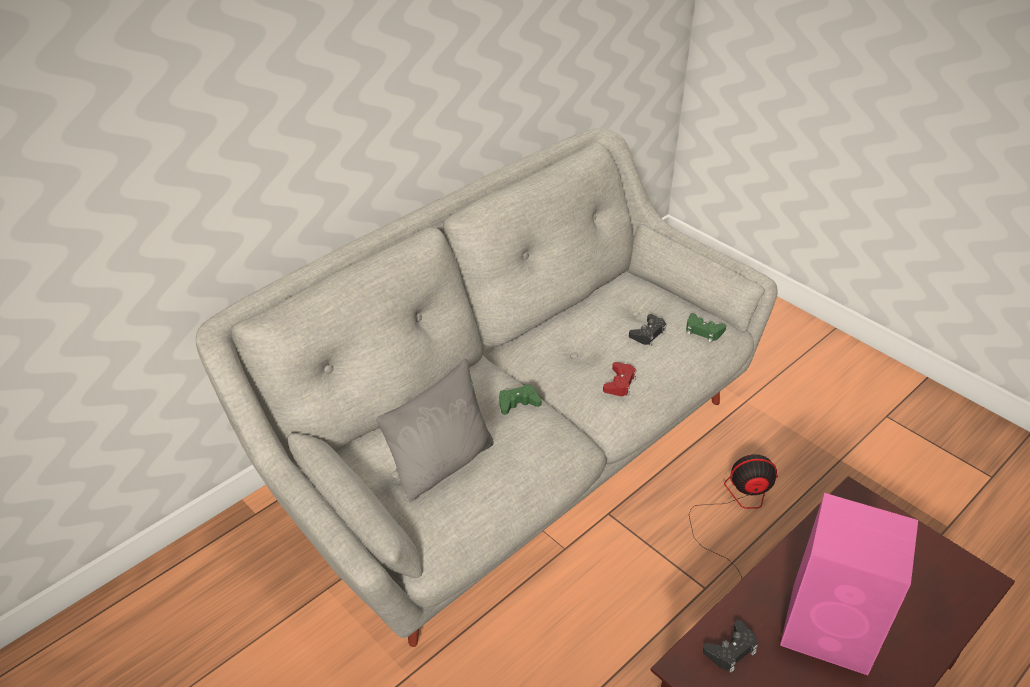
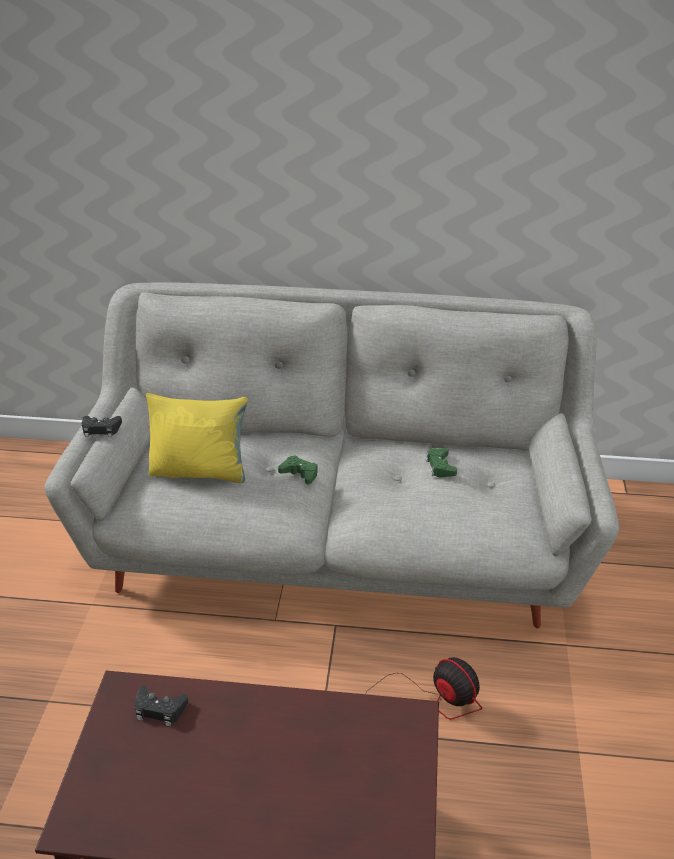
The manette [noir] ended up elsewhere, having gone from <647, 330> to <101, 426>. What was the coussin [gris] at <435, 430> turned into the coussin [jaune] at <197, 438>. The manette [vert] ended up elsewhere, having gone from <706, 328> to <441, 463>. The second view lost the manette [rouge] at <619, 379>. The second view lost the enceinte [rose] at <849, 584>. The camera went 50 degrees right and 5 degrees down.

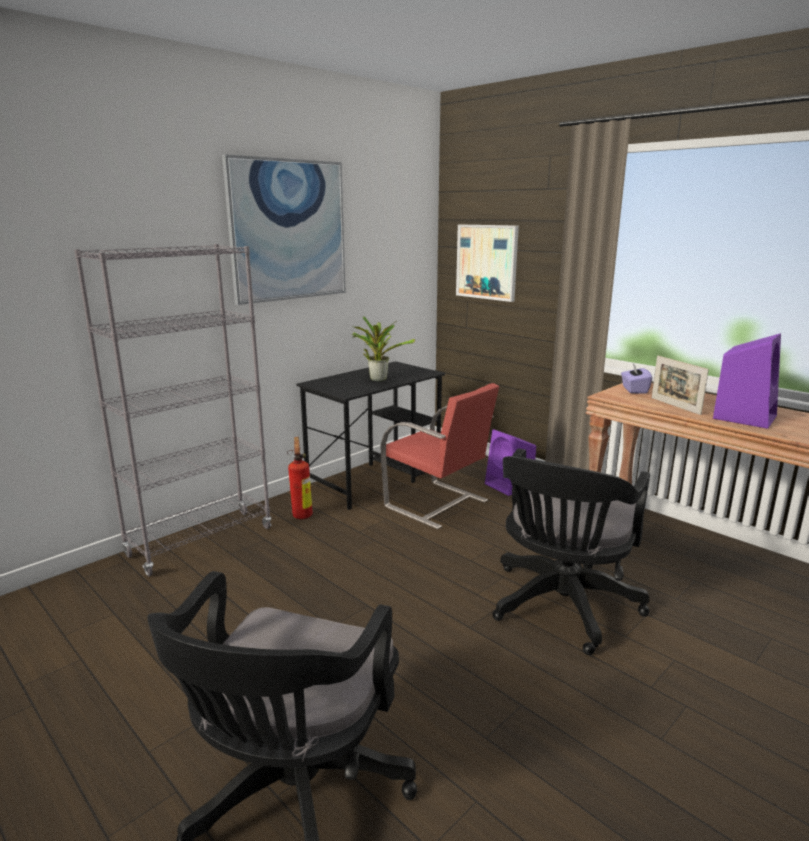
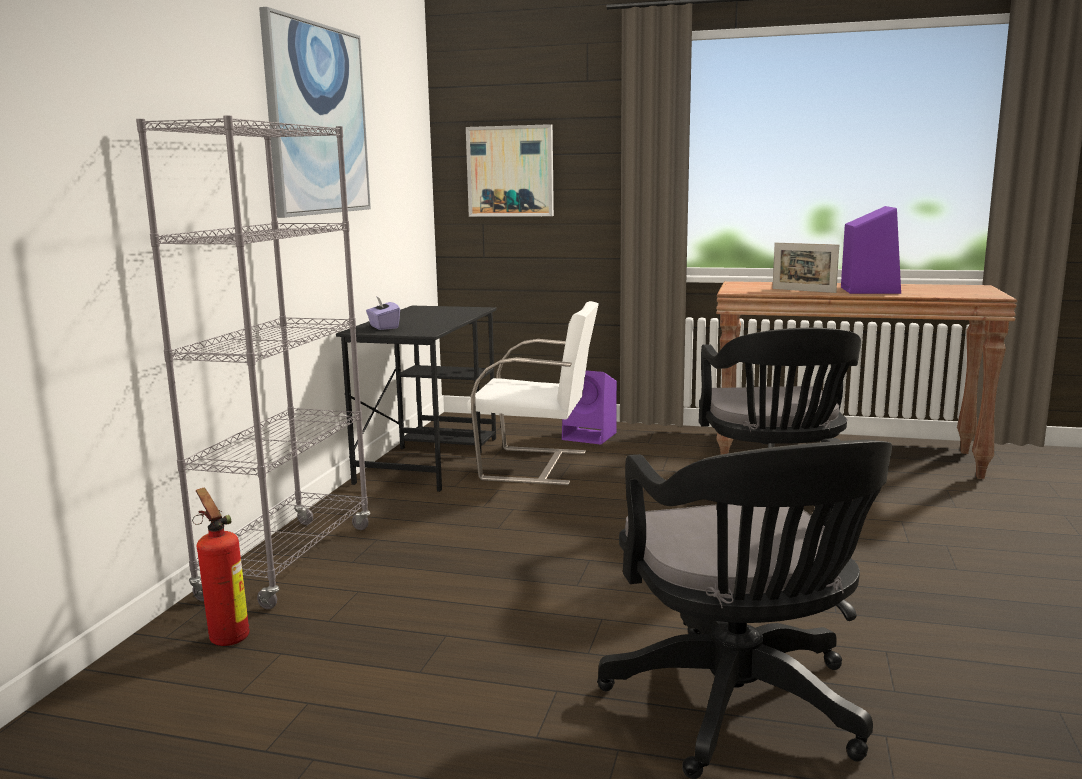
The extincteur ended up elsewhere, having gone from <300, 478> to <221, 566>. The boîte à mouchoirs [violet] ended up elsewhere, having gone from <637, 378> to <383, 313>. What was the chaise [rouge] at <440, 456> turned into the chaise [blanc] at <533, 393>. The second view lost the plante en pot at <383, 348>. The camera went 30 degrees left and 5 degrees down.

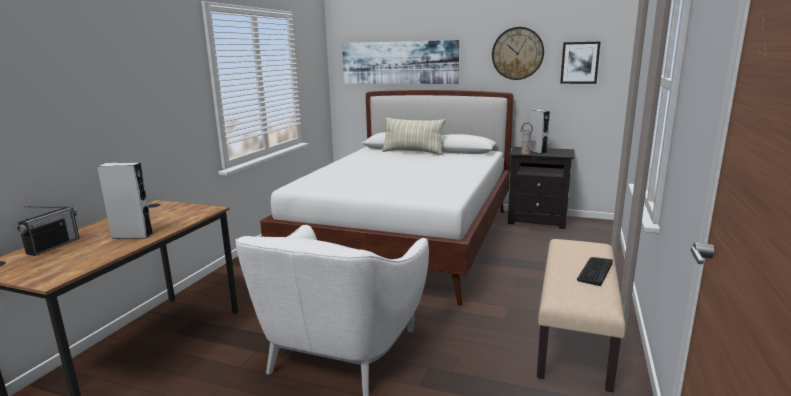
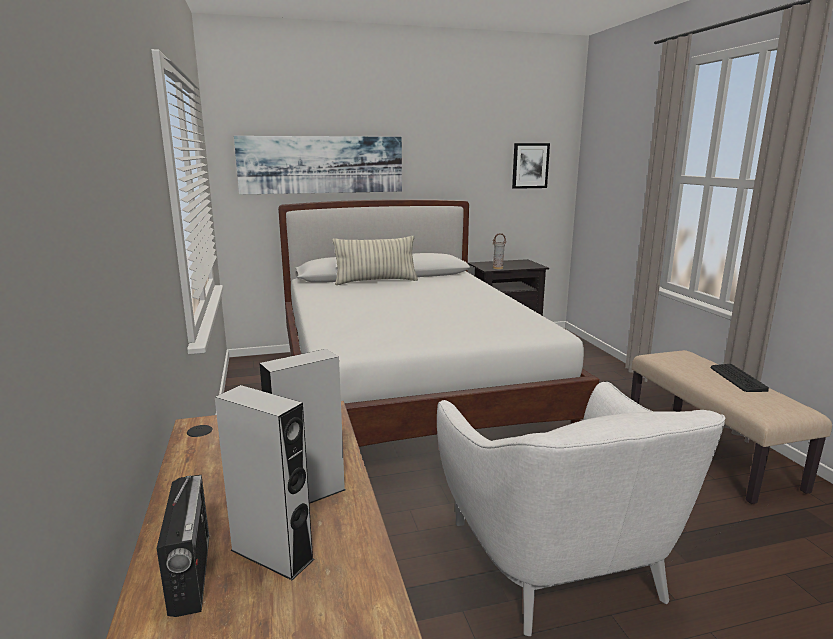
The enceinte [gris] ended up elsewhere, having gone from <539, 131> to <265, 482>. The second view lost the horloge murale at <518, 53>. The camera went 35 degrees left and 0 degrees up.

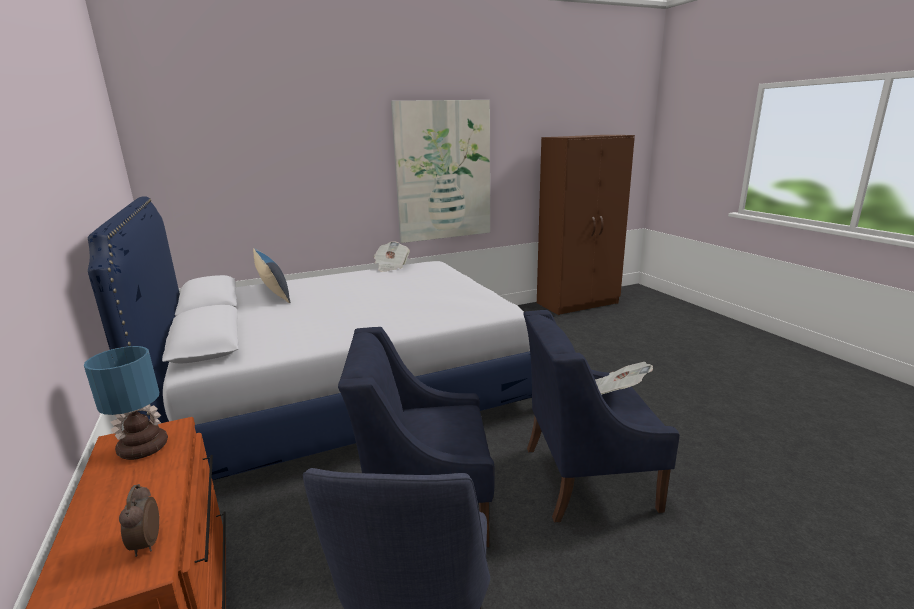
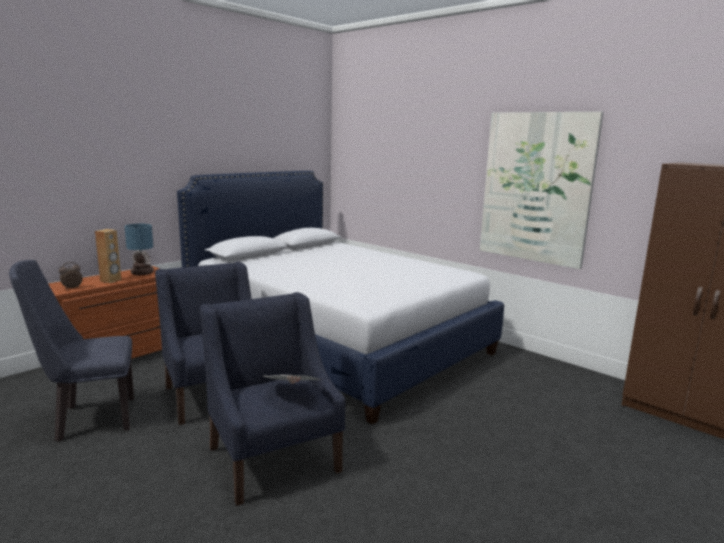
The second view gained the enceinte [marron] at <108, 256>. The second view lost the coussin at <271, 275>. The second view lost the journal at <391, 256>. The camera went 65 degrees right and 5 degrees down.

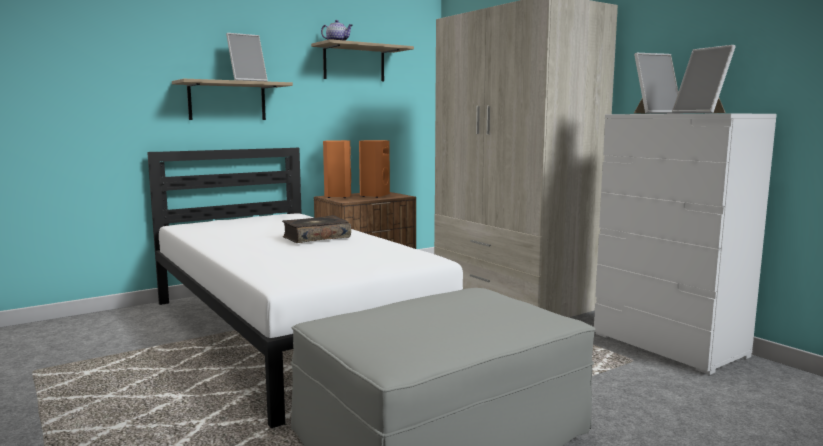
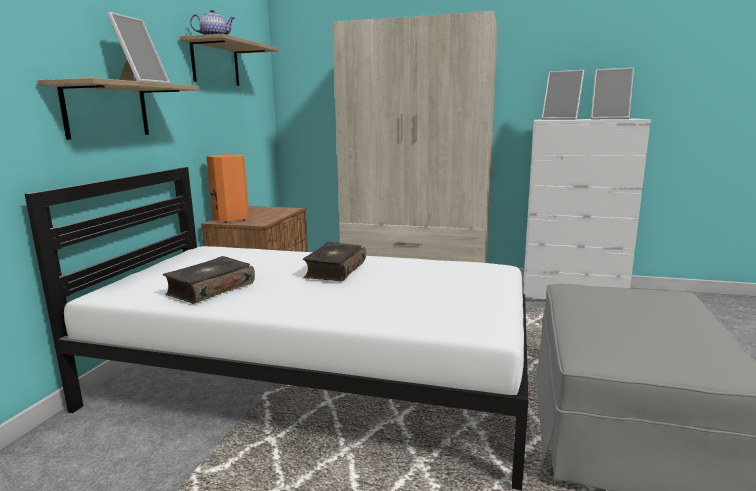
The second view gained the livre at <209, 280>. The cadre photo at <657, 83> ended up facing another way, 90 degrees clockwise from before. The second view lost the enceinte [orange] at <374, 169>. The camera went 40 degrees left and 5 degrees up.

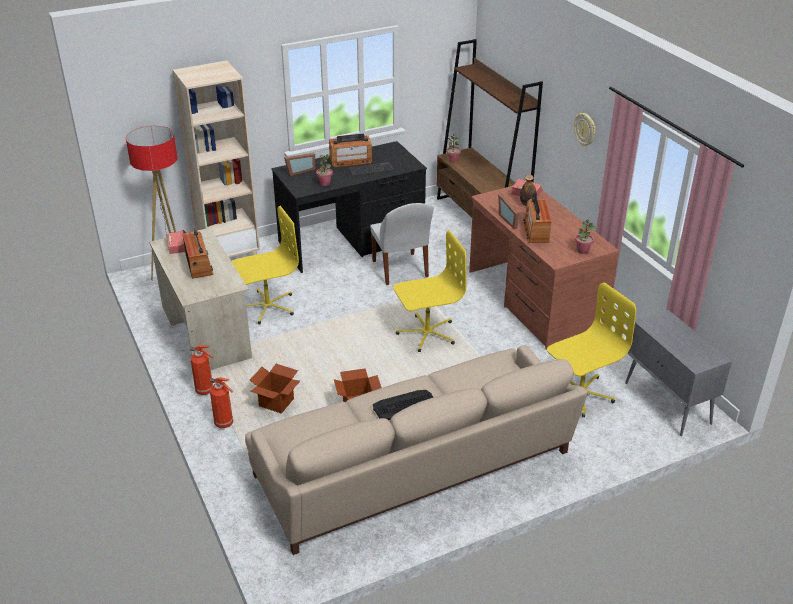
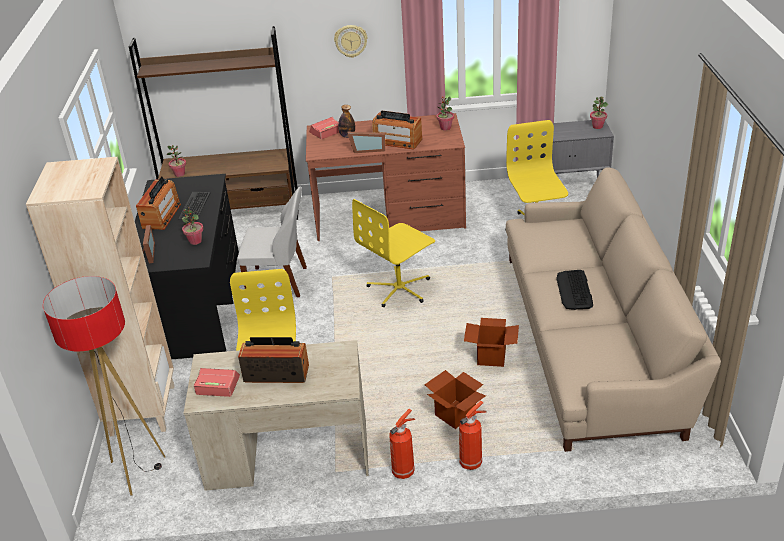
The chaise de bureau [jaune] at <429, 291> ended up facing another way, 135 degrees counterclockwise from before. The second view gained the plante en pot at <599, 112>. The camera went 65 degrees left and 0 degrees up.

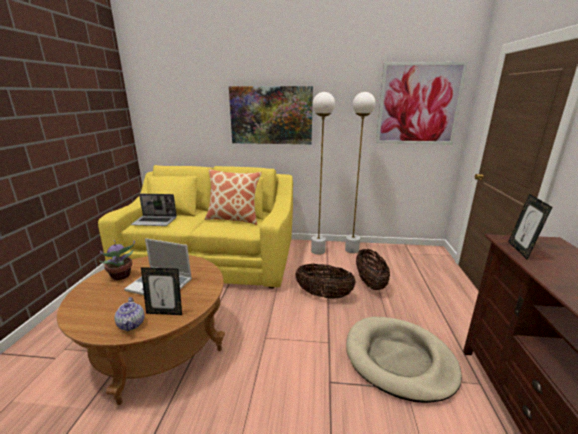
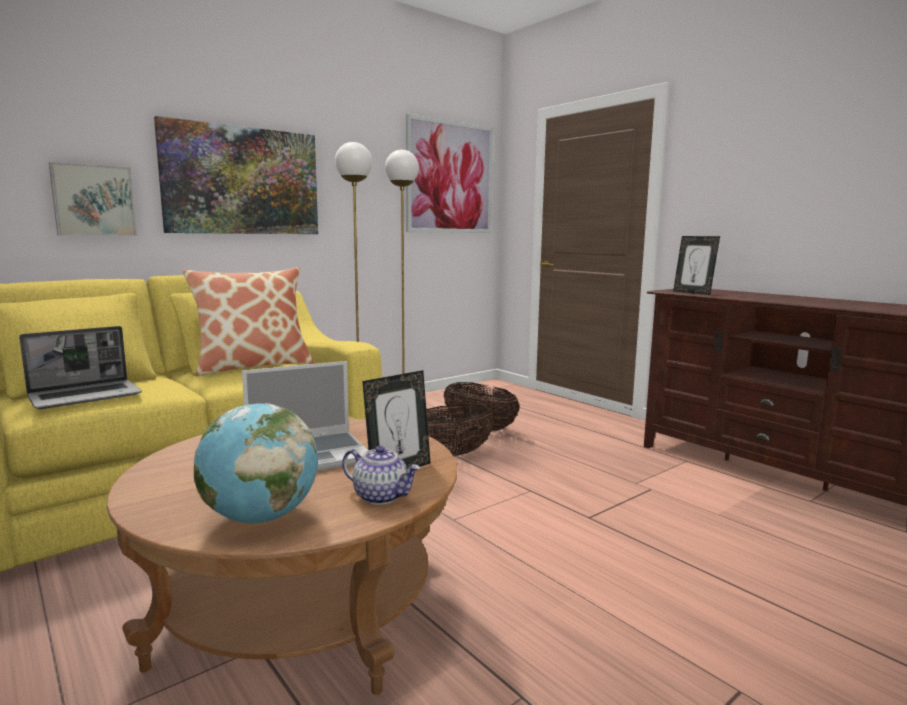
The second view gained the tableau at <93, 199>. The second view gained the globe at <256, 463>. The second view lost the plante en pot at <117, 260>. The second view lost the panier pour chien [beige] at <404, 360>. The camera went 45 degrees left and 10 degrees down.

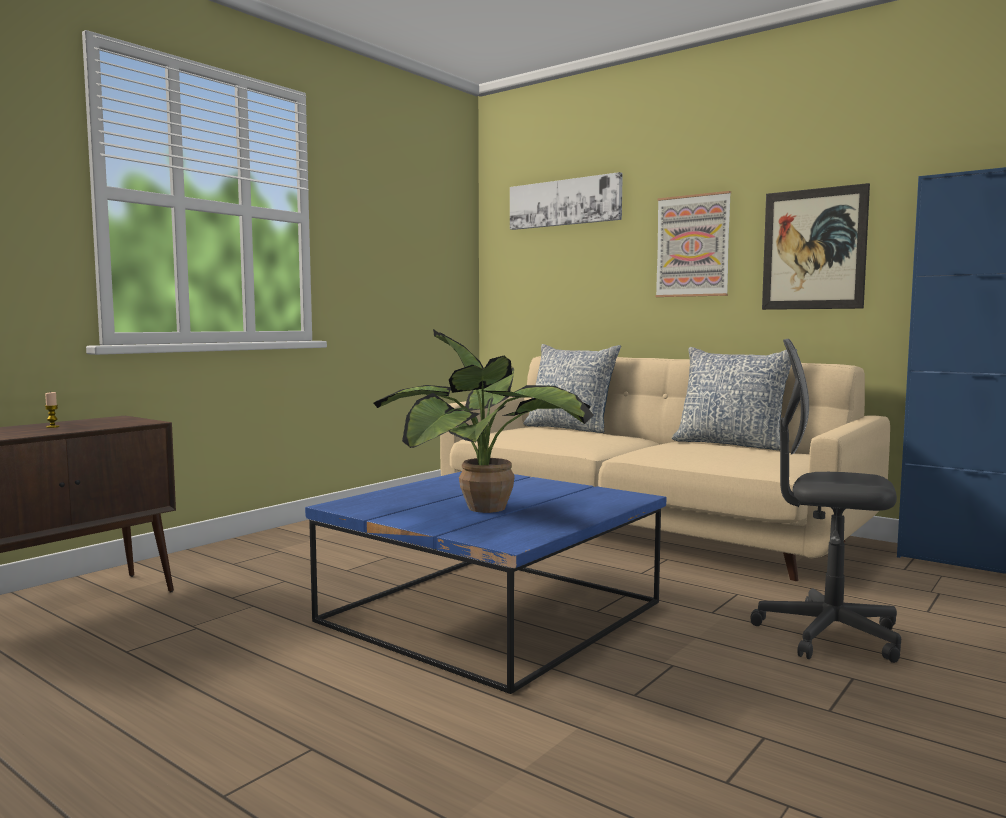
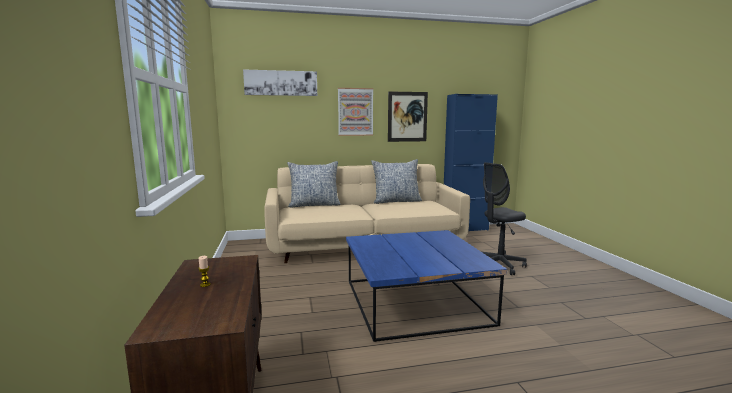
The second view lost the plante en pot at <484, 421>. The camera went 50 degrees left and 5 degrees up.

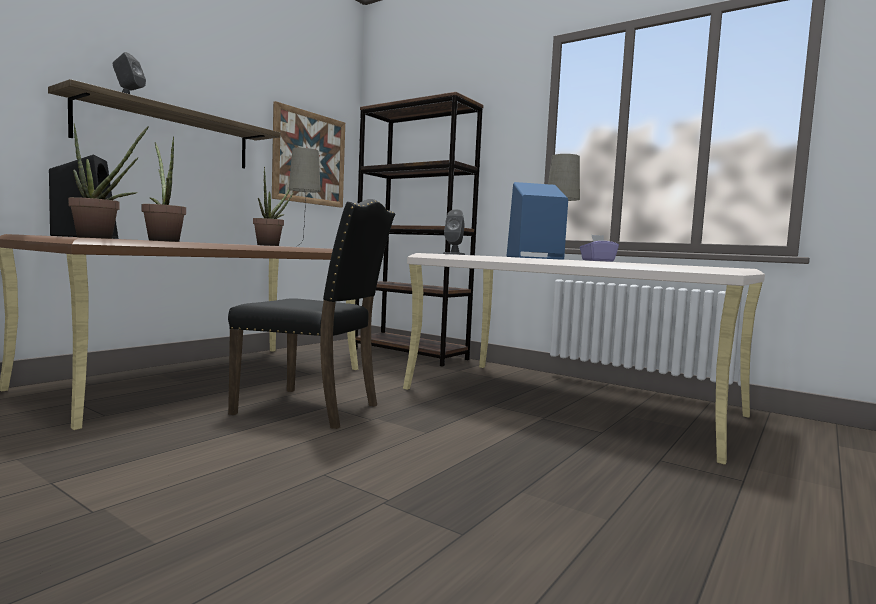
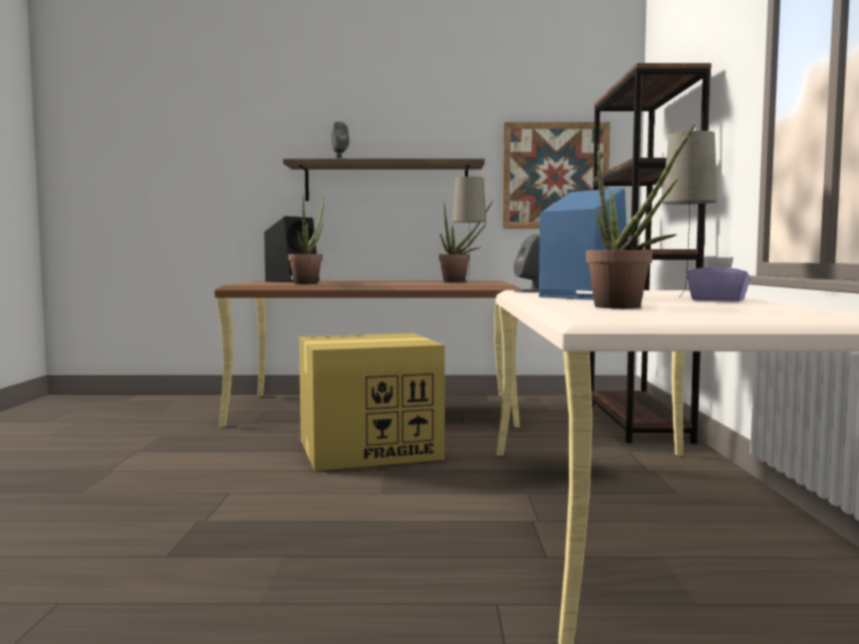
Where the chaise [noir] stood at <311, 314>, the carton came to stand at <372, 402>. The plante en pot ended up elsewhere, having gone from <108, 181> to <640, 217>. The camera went 55 degrees right and 0 degrees up.

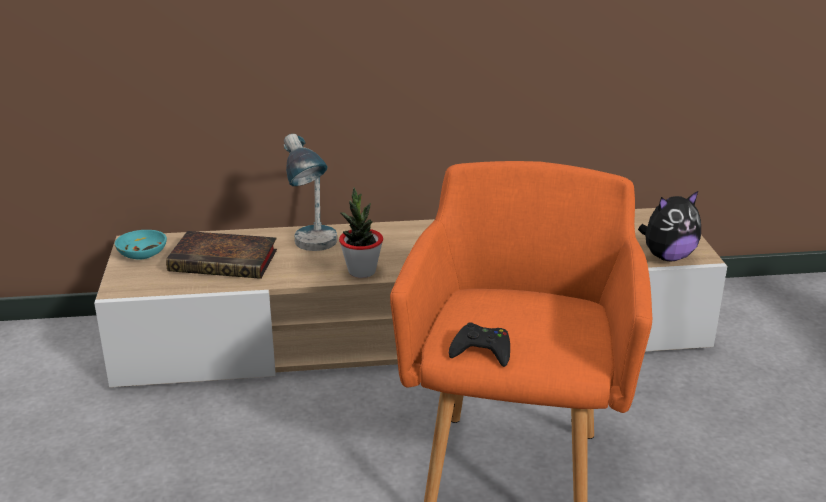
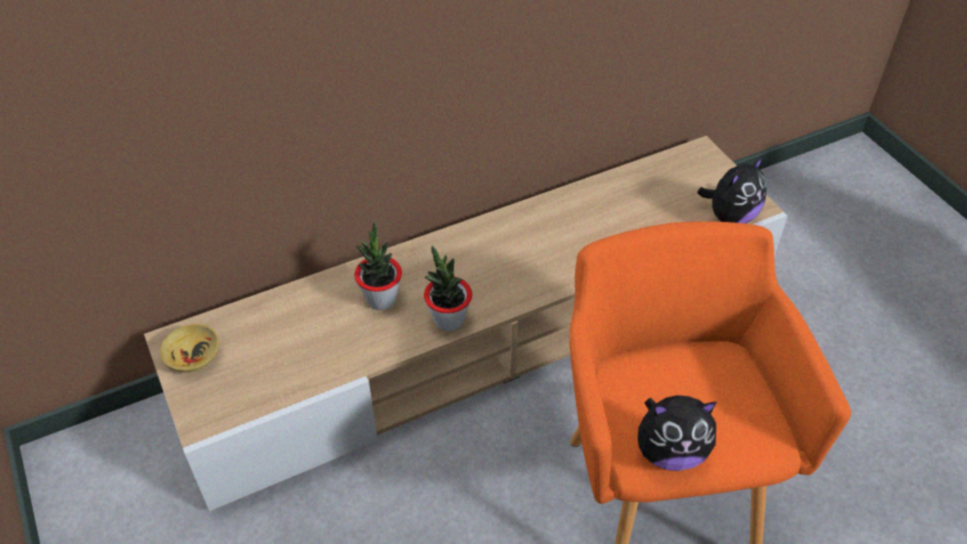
What was the bol [turquoise] at <141, 245> turned into the bol [beige] at <189, 348>. Where the lampe de table stood at <310, 192>, the plante en pot came to stand at <378, 265>. Where the manette [noir] stood at <479, 344>, the peluche came to stand at <677, 433>. The second view lost the livre at <221, 255>. The camera went 20 degrees left and 20 degrees up.

